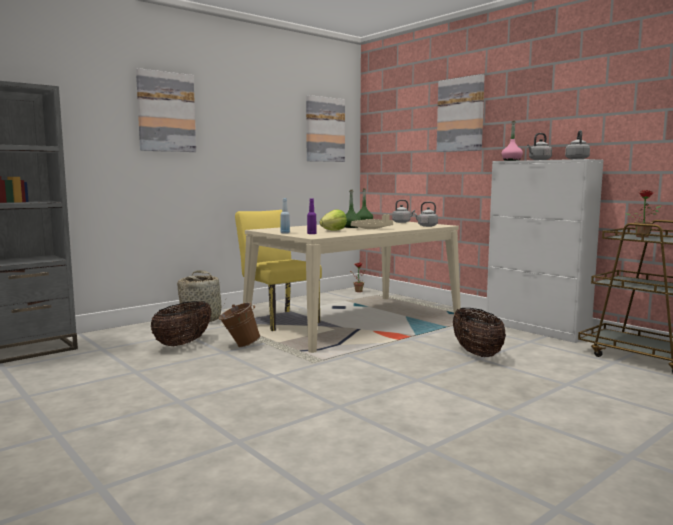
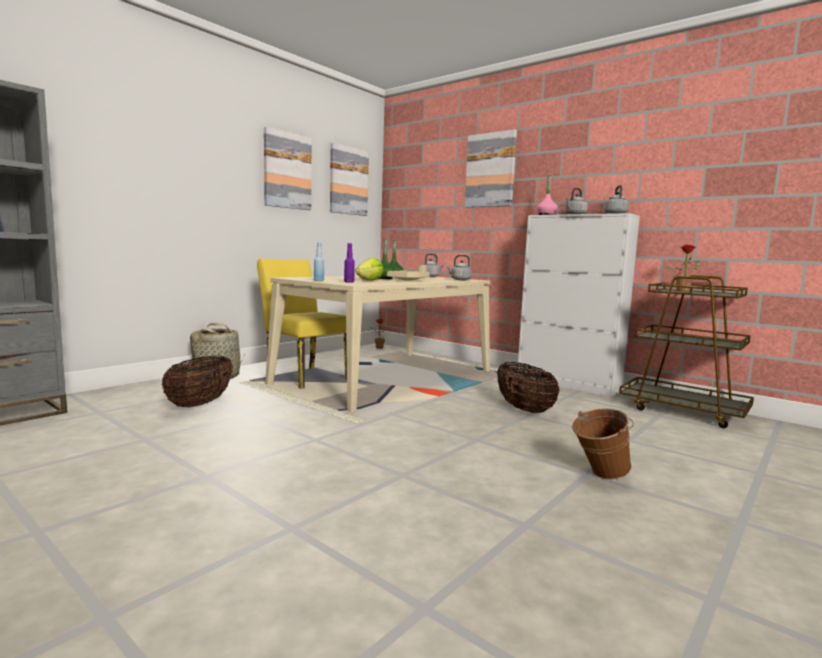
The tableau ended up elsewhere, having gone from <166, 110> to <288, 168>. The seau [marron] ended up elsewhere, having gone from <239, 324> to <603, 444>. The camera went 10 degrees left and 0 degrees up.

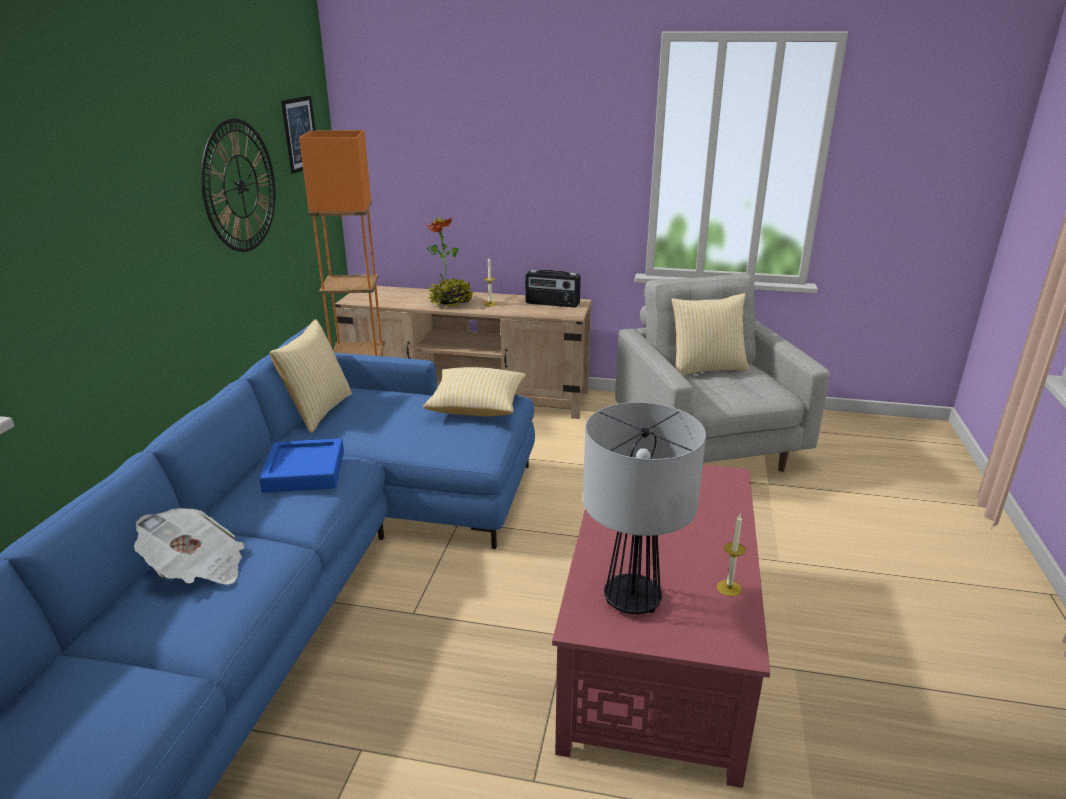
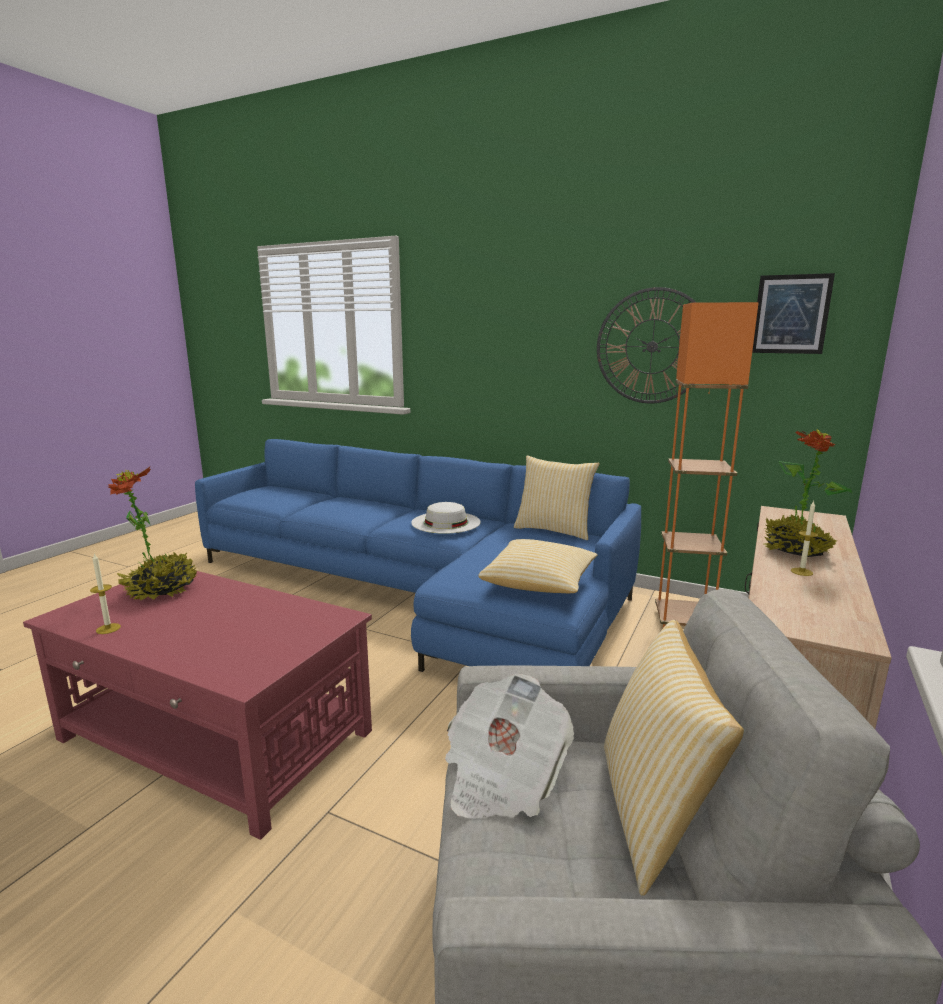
Where the lampe de table stood at <644, 508>, the plante en pot came to stand at <152, 533>. Where the plateau [bleu] stood at <301, 466>, the chapeau [blanc] came to stand at <446, 518>. The journal ended up elsewhere, having gone from <189, 546> to <509, 746>. The second view lost the radio at <553, 289>. The camera went 105 degrees right and 10 degrees down.

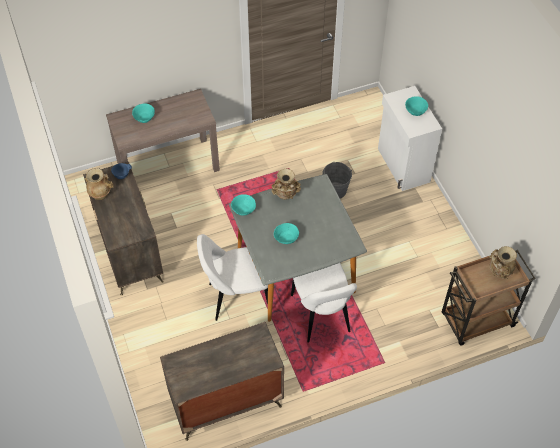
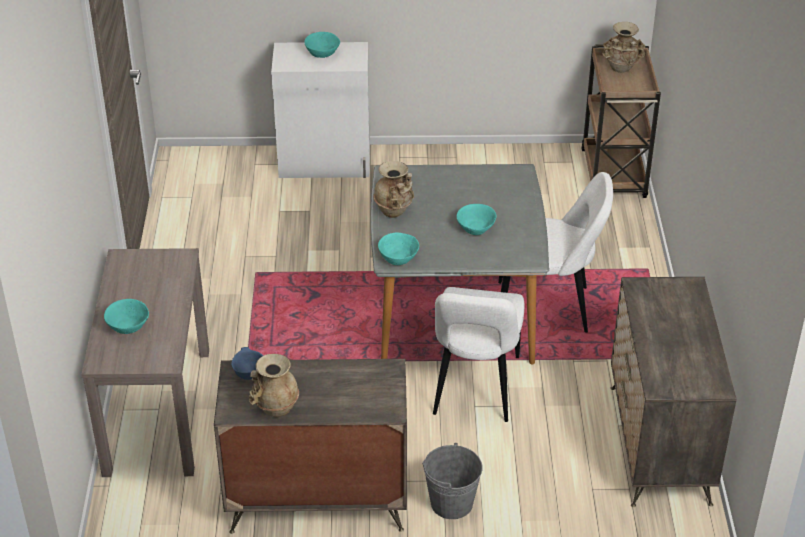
The seau [gris] ended up elsewhere, having gone from <337, 180> to <452, 481>. The camera went 70 degrees left and 15 degrees down.

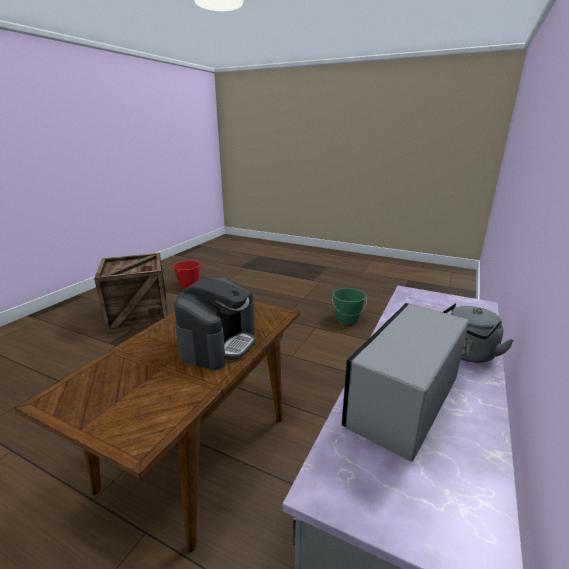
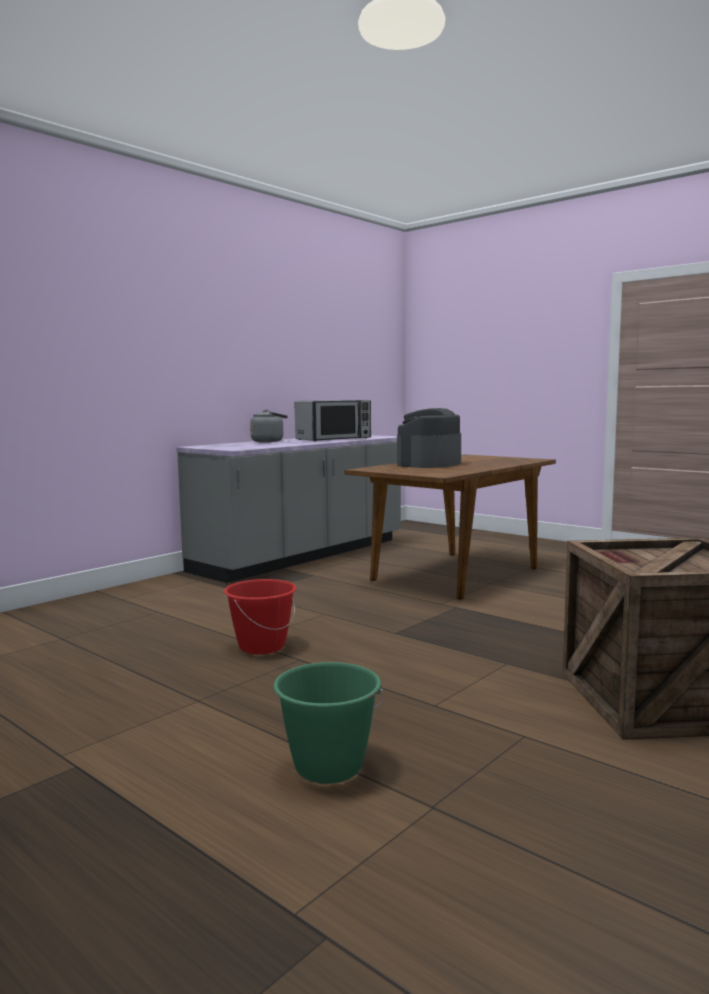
The seau [rouge] ended up elsewhere, having gone from <186, 274> to <260, 616>. The seau [vert] ended up elsewhere, having gone from <349, 306> to <328, 723>. The camera went 165 degrees left and 15 degrees down.

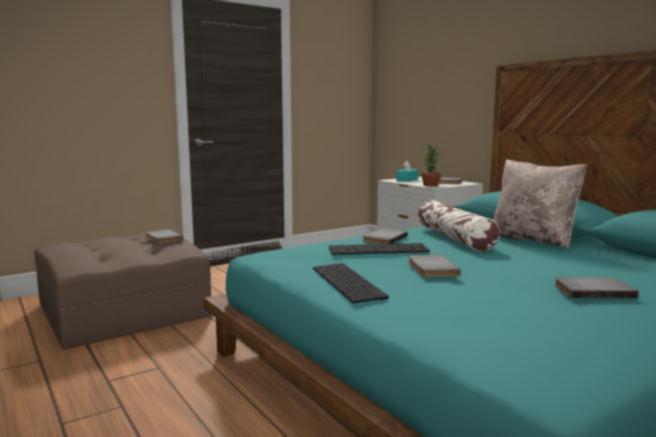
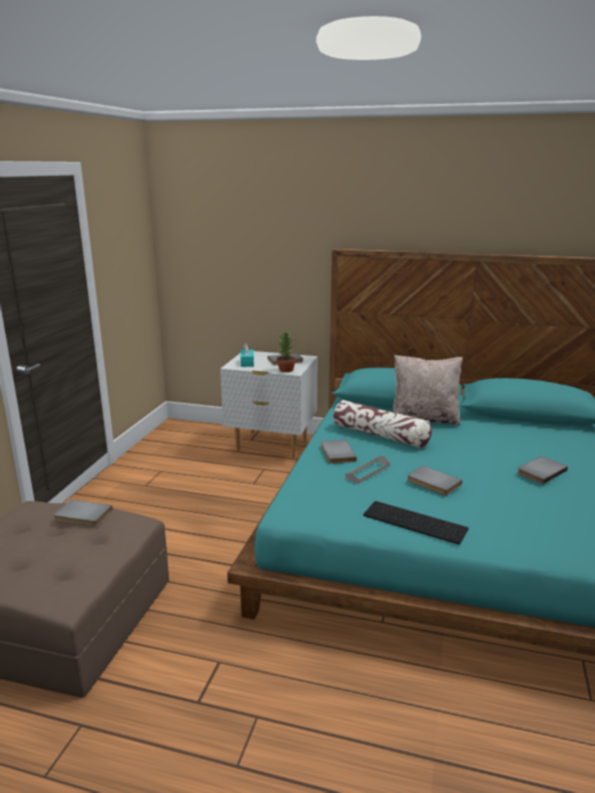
Where the clavier stood at <379, 249>, the plateau [gris] came to stand at <367, 470>. The camera went 40 degrees left and 10 degrees up.

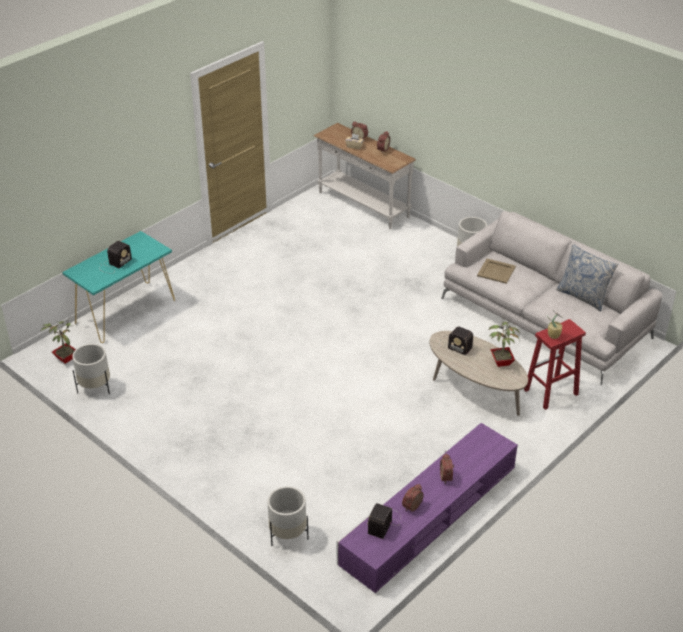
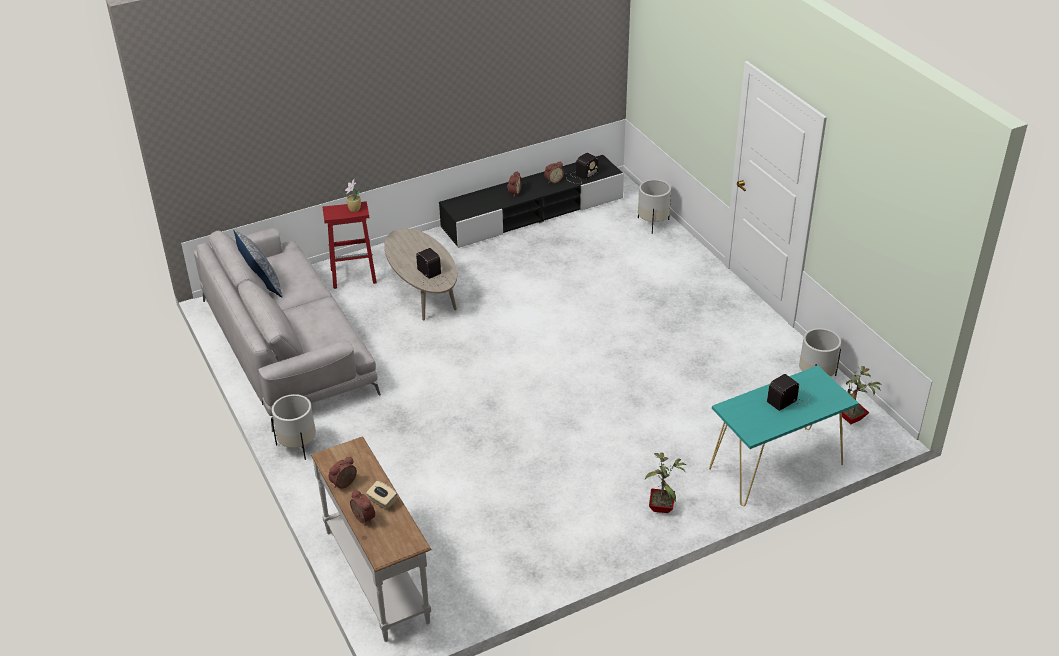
What was the meuble télé [violet] at <427, 507> turned into the meuble télé [noir] at <531, 201>. The plante en pot ended up elsewhere, having gone from <504, 341> to <665, 482>. The second view lost the plateau [beige] at <496, 271>. The camera went 160 degrees left and 0 degrees up.

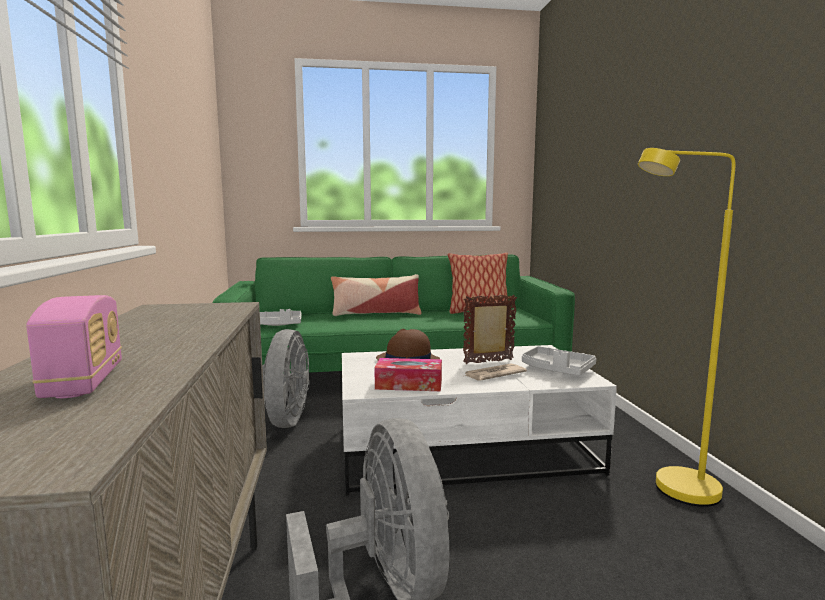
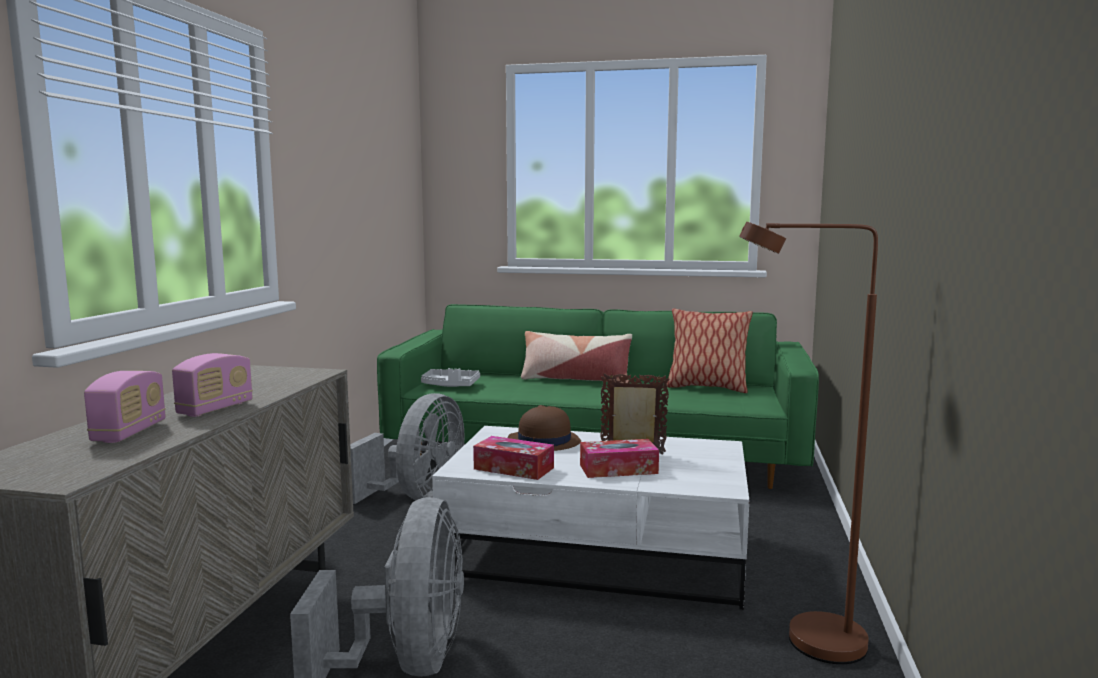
The second view gained the radio at <212, 385>. Where the journal stood at <496, 372>, the boîte à mouchoirs came to stand at <619, 458>. What was the lampadaire [jaune] at <686, 327> turned into the lampadaire [marron] at <808, 443>. The second view lost the plateau [gris] at <559, 361>. The camera went 20 degrees right and 0 degrees up.

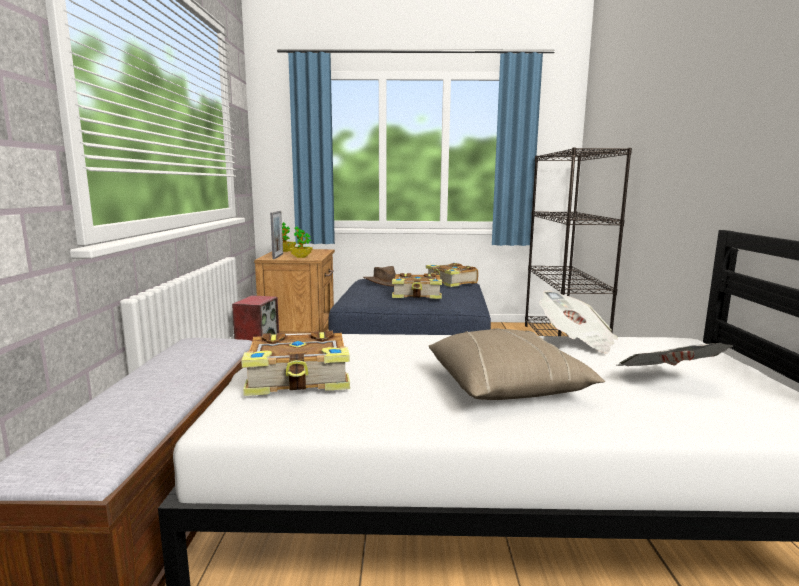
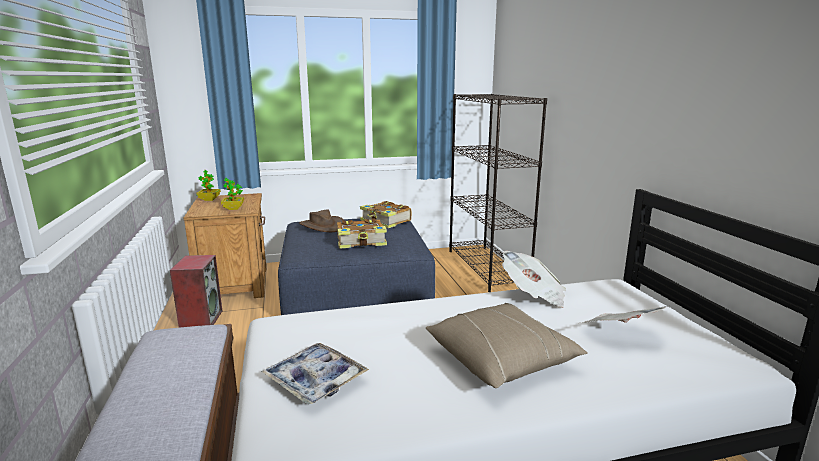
Where the livre stood at <295, 363>, the plateau came to stand at <315, 373>. The second view lost the cadre photo at <276, 235>. The camera went 15 degrees left and 5 degrees up.

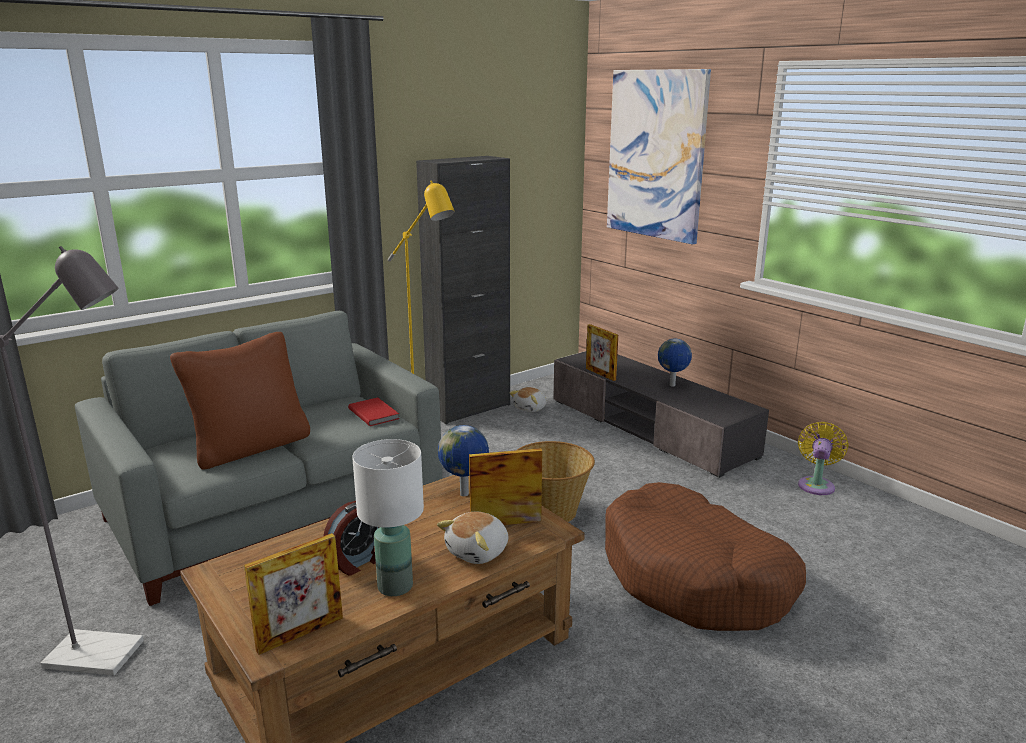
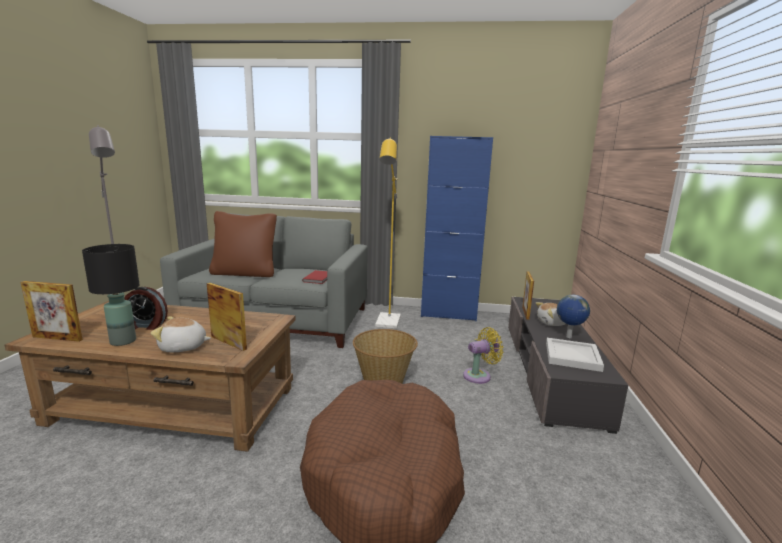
What was the lampe de table [blanc] at <388, 517> turned into the lampe de table [noir] at <110, 295>. What was the meuble de rangement [noir] at <463, 290> turned into the meuble de rangement [bleu] at <457, 228>. The ventilateur [jaune] ended up elsewhere, having gone from <823, 458> to <483, 355>. The peluche ended up elsewhere, having gone from <528, 399> to <550, 314>. The second view gained the plateau [blanc] at <575, 355>. The second view lost the globe at <463, 460>. The second view lost the tableau at <659, 157>. The camera went 45 degrees right and 5 degrees down.

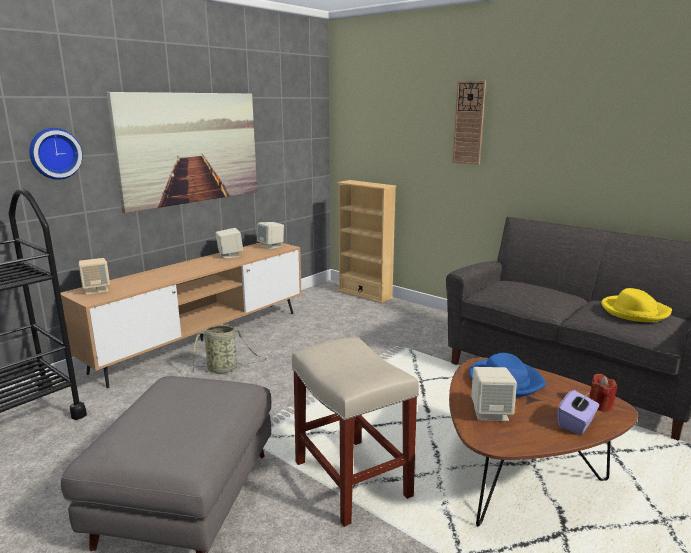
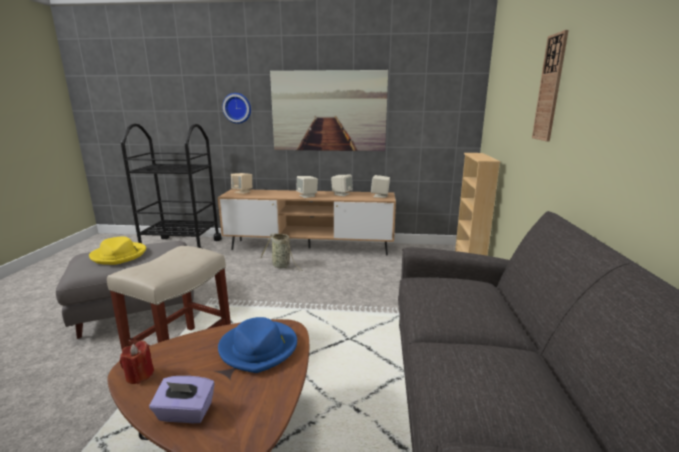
The chapeau [jaune] ended up elsewhere, having gone from <636, 305> to <117, 250>. The bougie [rouge] ended up elsewhere, having gone from <603, 393> to <137, 362>. The enceinte [beige] ended up elsewhere, having gone from <494, 394> to <307, 187>. The camera went 55 degrees right and 0 degrees up.

